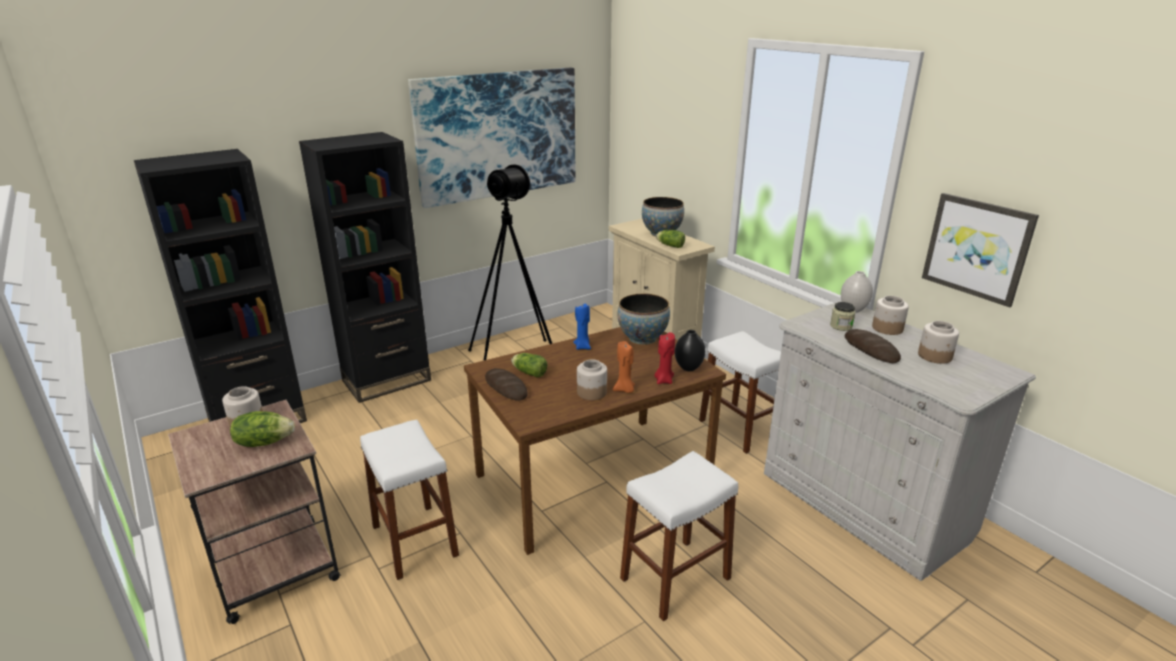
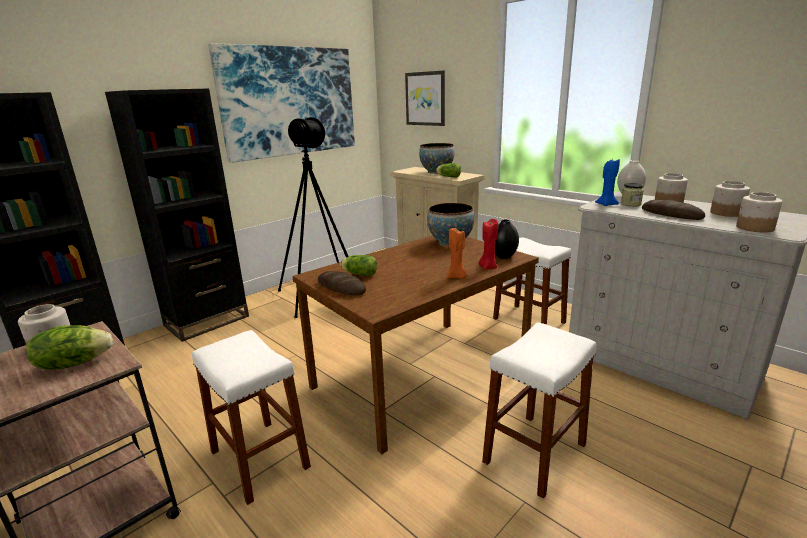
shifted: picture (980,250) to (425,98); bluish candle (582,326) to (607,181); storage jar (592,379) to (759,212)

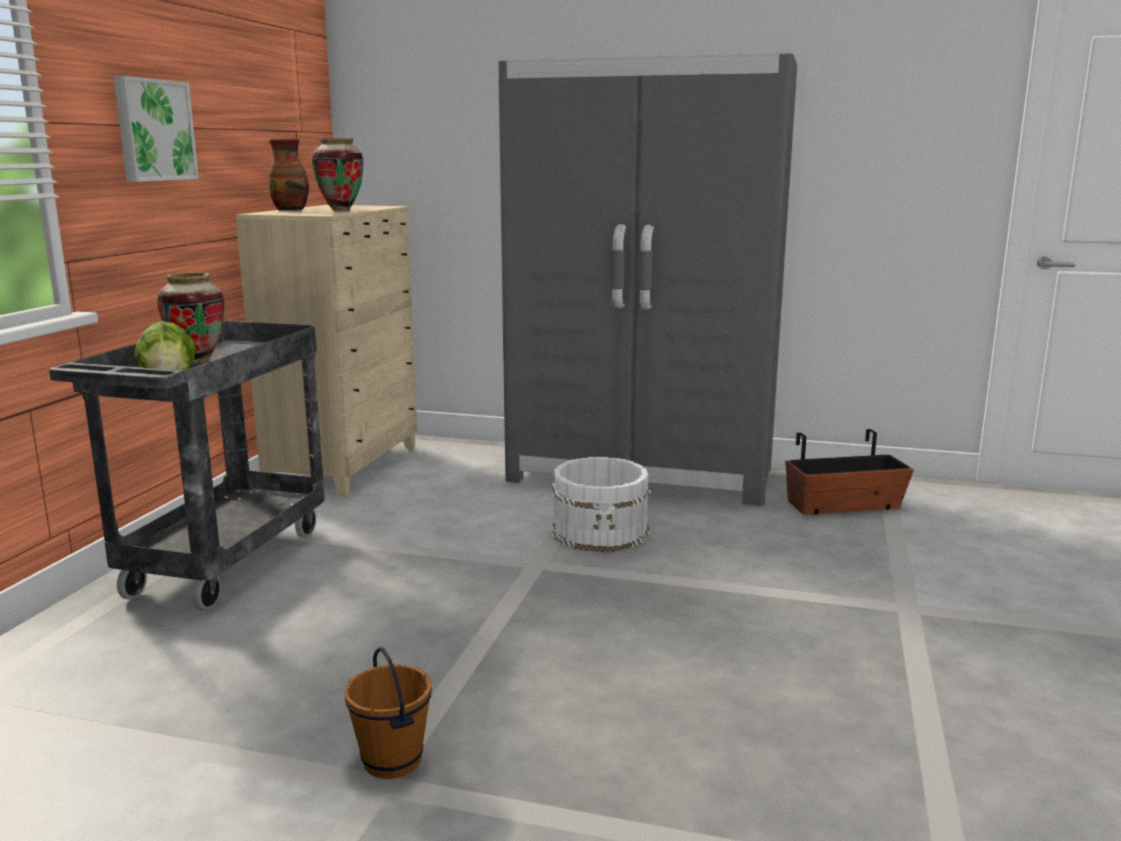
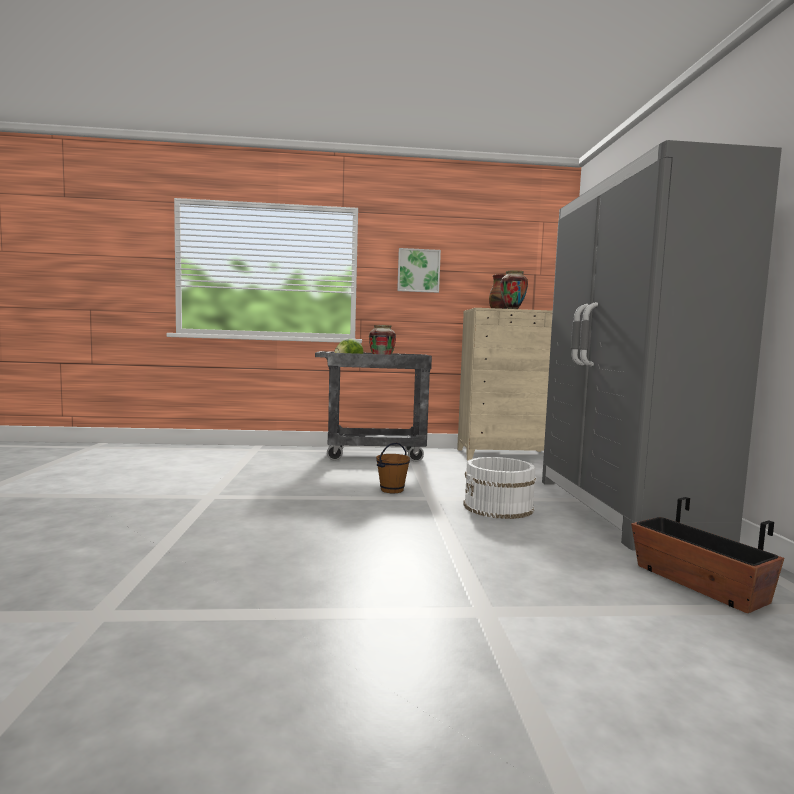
shifted: brown-coloured pail (388,713) to (393,467)

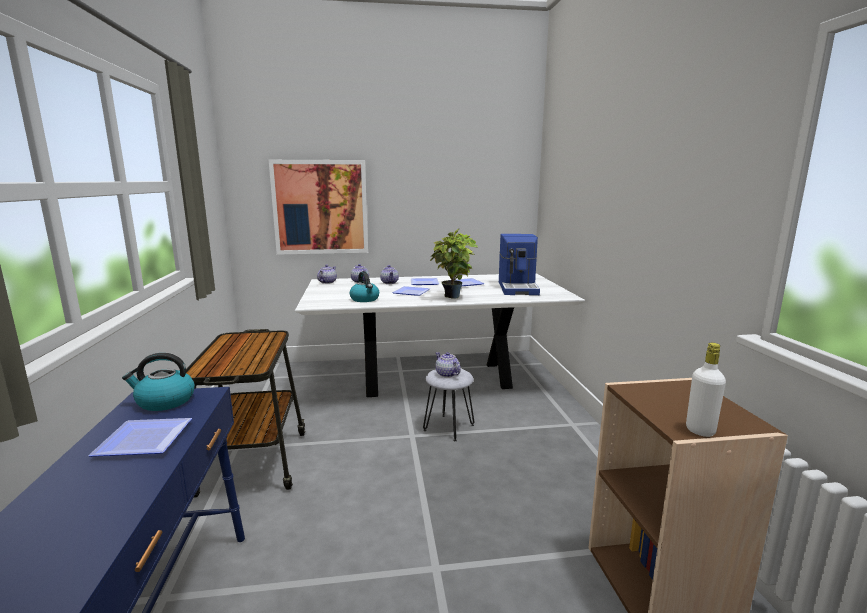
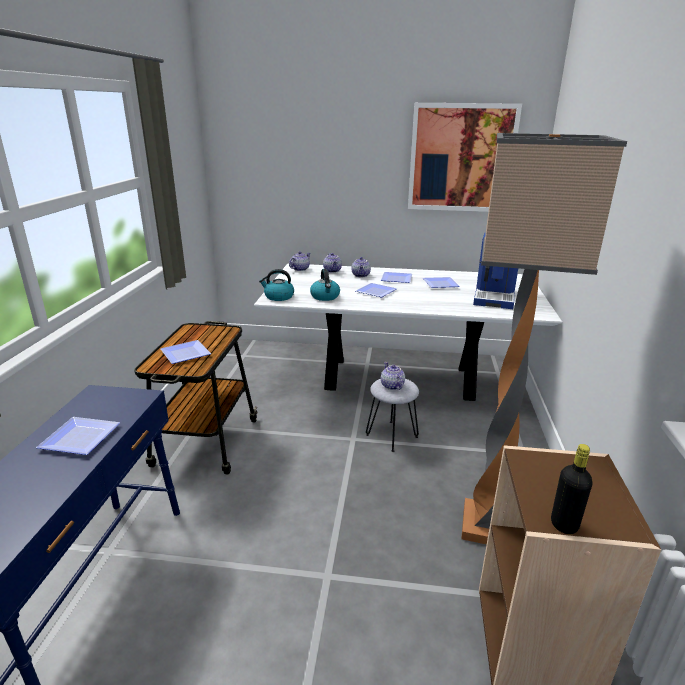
gone: houseplant (454,264)
new: flat dish (186,352); standing lamp (544,339)
shifted: water kettle (158,382) to (276,285); picture (318,207) to (465,157)
repainted: whitish drink bottle (706,390) to black drink bottle (572,489)

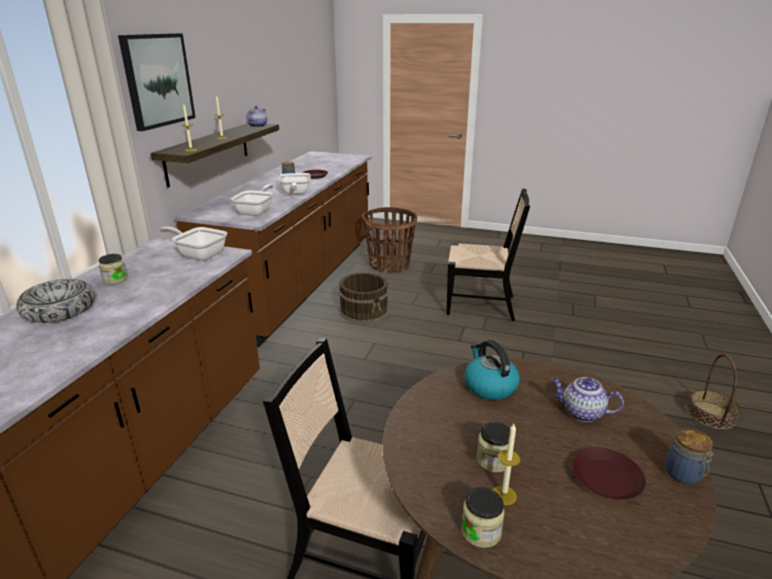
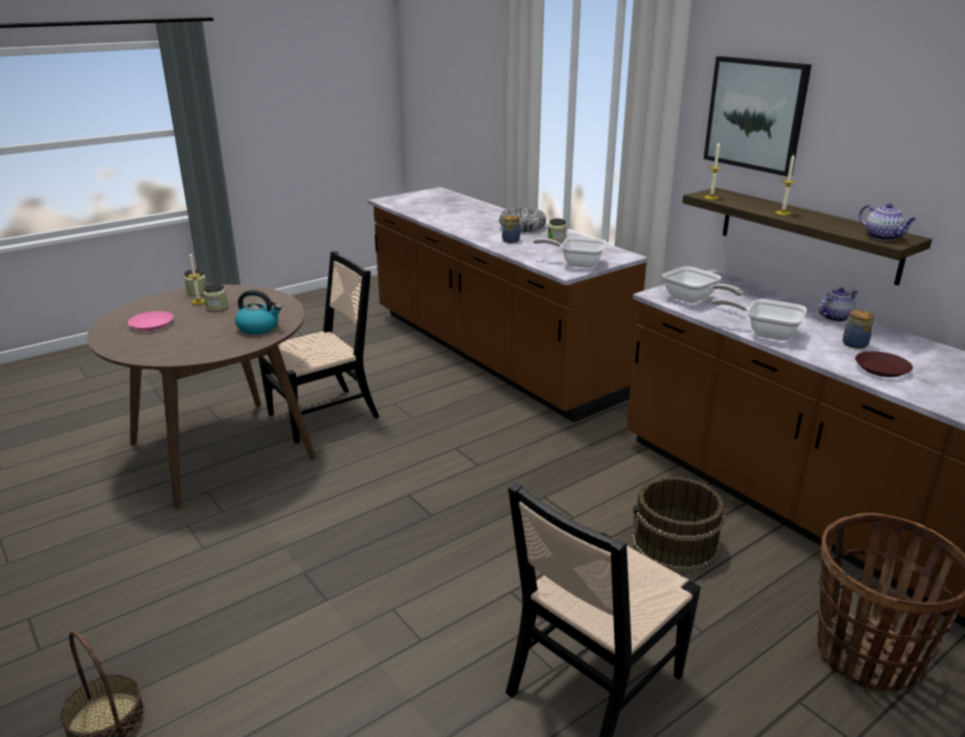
shifted: storage jar (689,456) to (510,229); pot for tea (588,399) to (838,305)
repainted: brown-coloured flat dish (609,473) to pink flat dish (150,321)
rotated: frying pan (193,244) = (569,252) 135 degrees counterclockwise

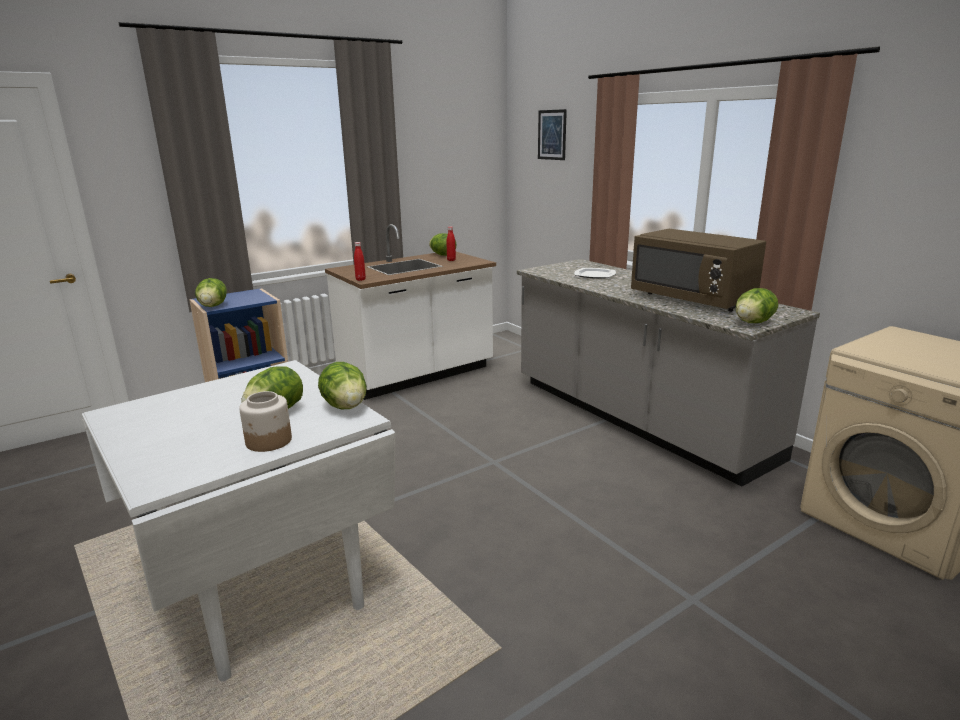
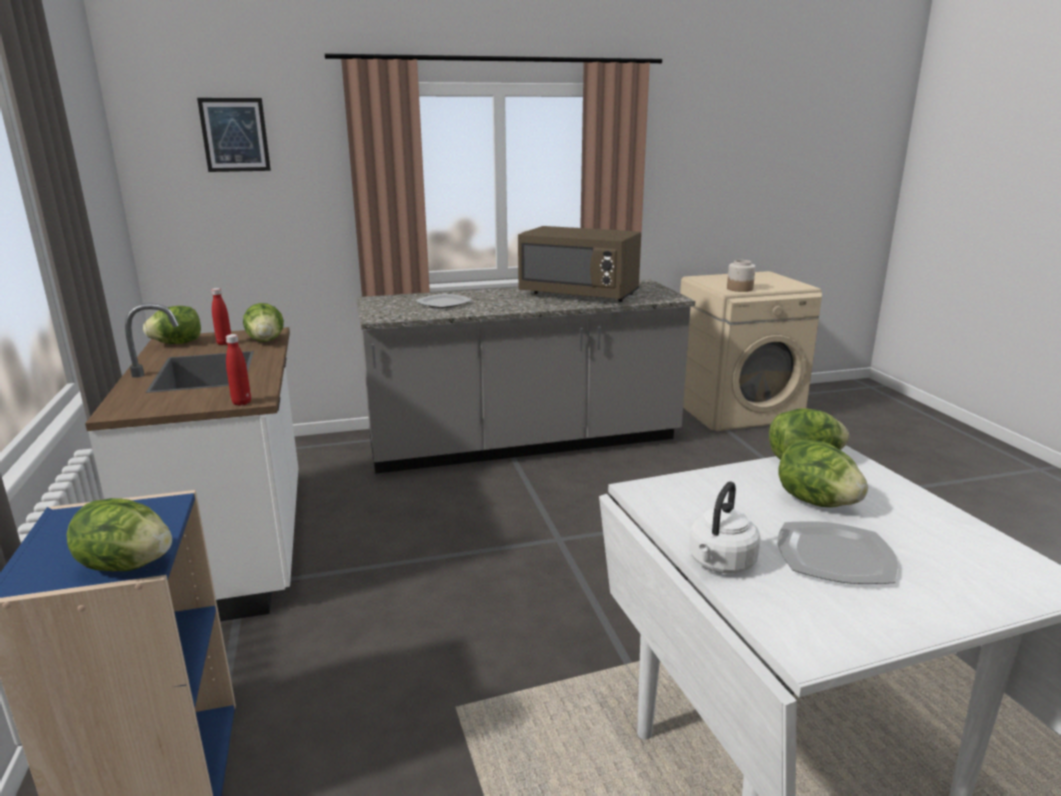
new: whitish water kettle (724,527); flat dish (837,552)
shifted: lettuce head (757,305) to (263,322); storage jar (265,421) to (741,276)
rotated: brown-coloured microwave oven (698,270) = (579,264) 45 degrees clockwise

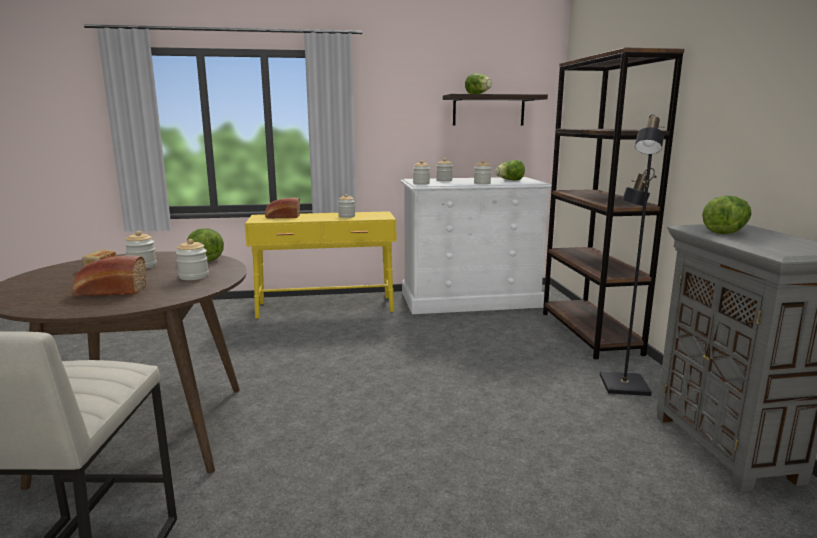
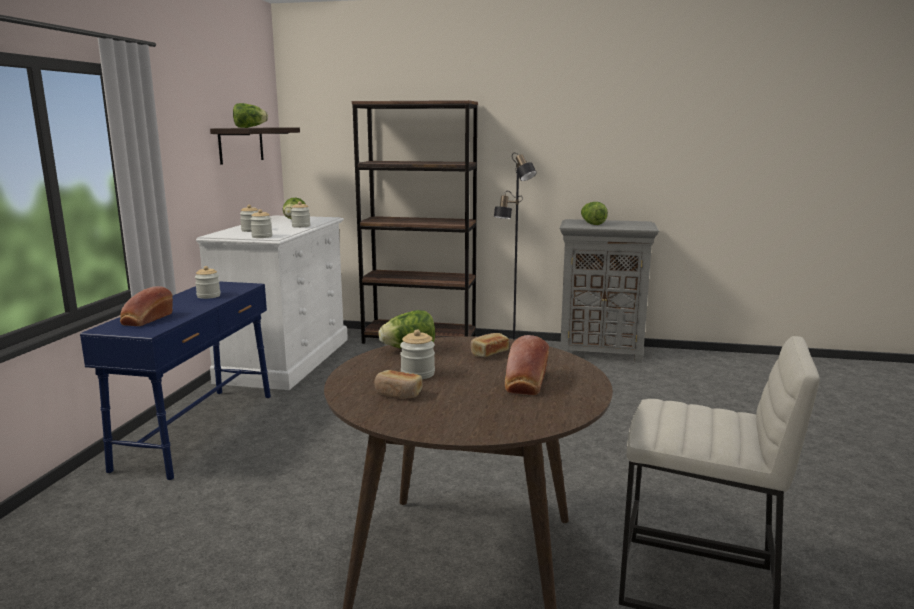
swapped: storage jar (192,259) to bread (490,345)
repainted: yellow console table (321,265) to bluish console table (175,380)

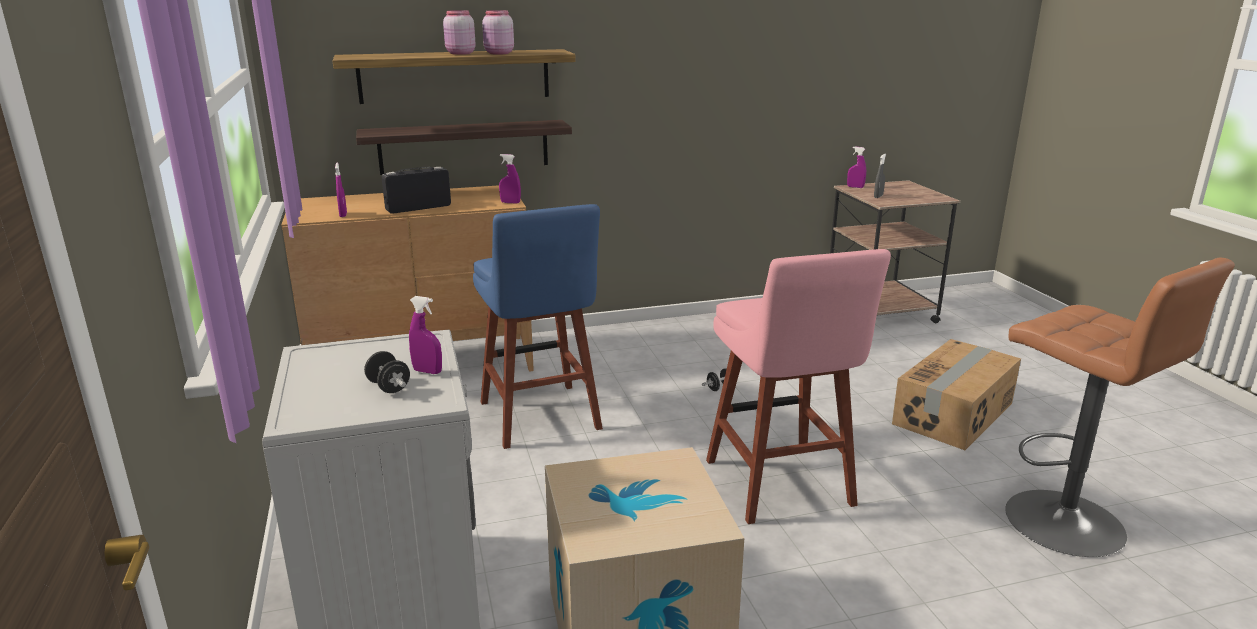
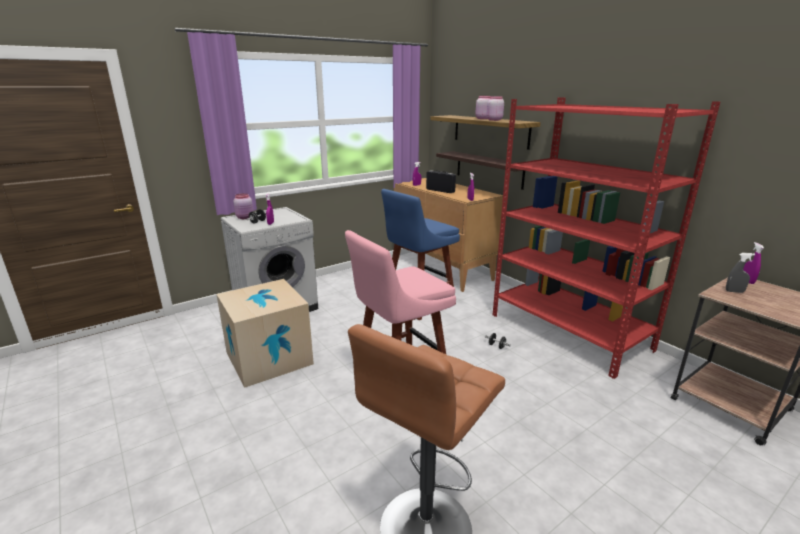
gone: cardboard box (956,394)
new: pink storage jar (243,206); reddish bookshelf (606,238)

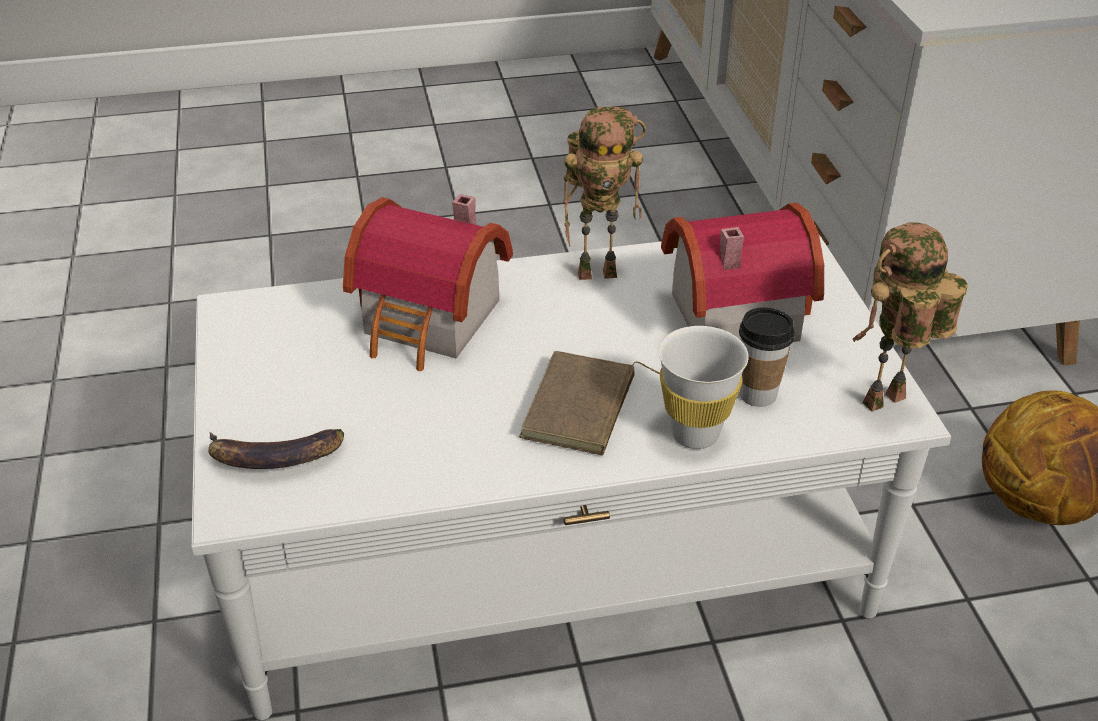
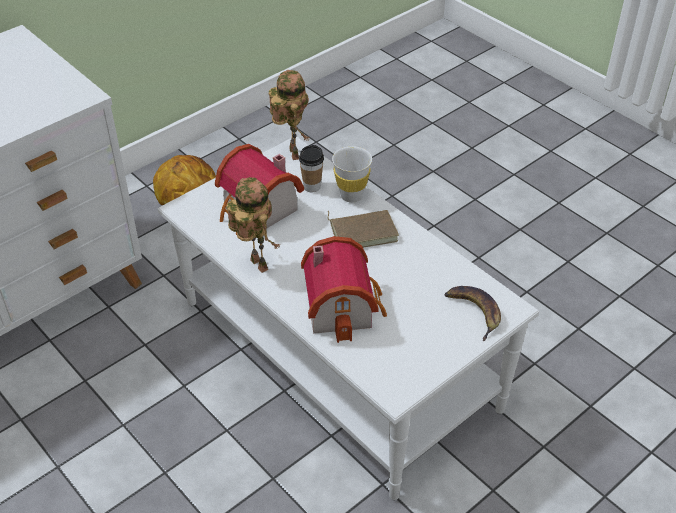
rotated: robot figure (910,317) = (289,115) 135 degrees counterclockwise

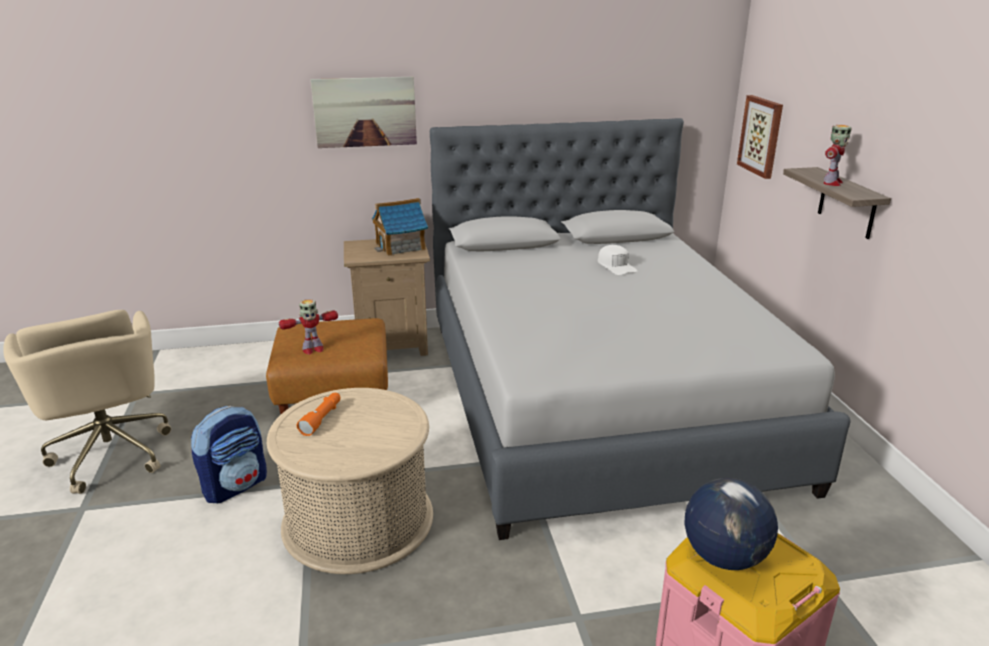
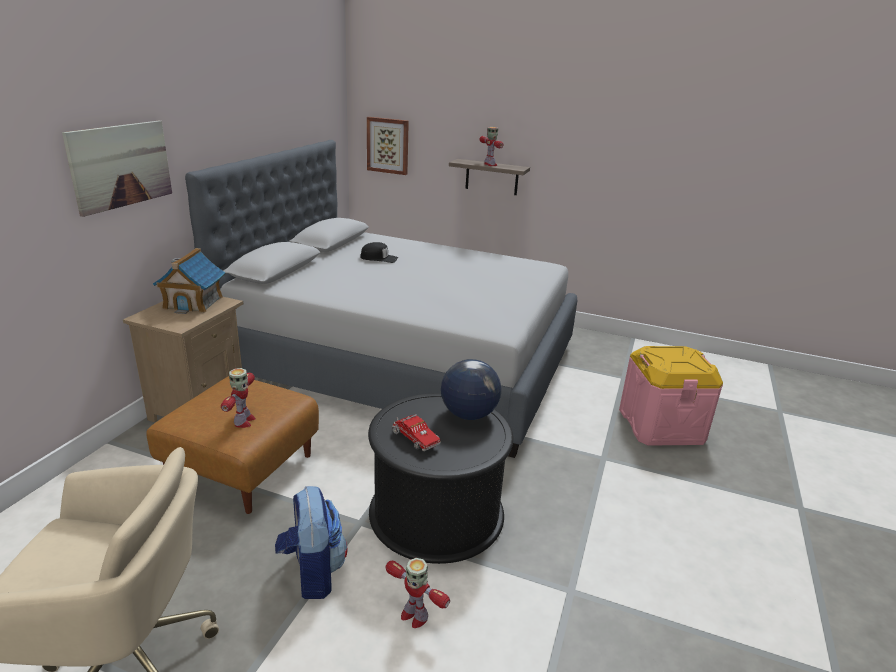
new: robot figure (417,593)
shifted: globe (731,524) to (471,389)
swapped: orangey torch (318,414) to toy lorry (416,432)
repainted: whitish peaked cap (617,260) to black peaked cap (379,252); sand-coloured lounge table (350,481) to black lounge table (440,478)

